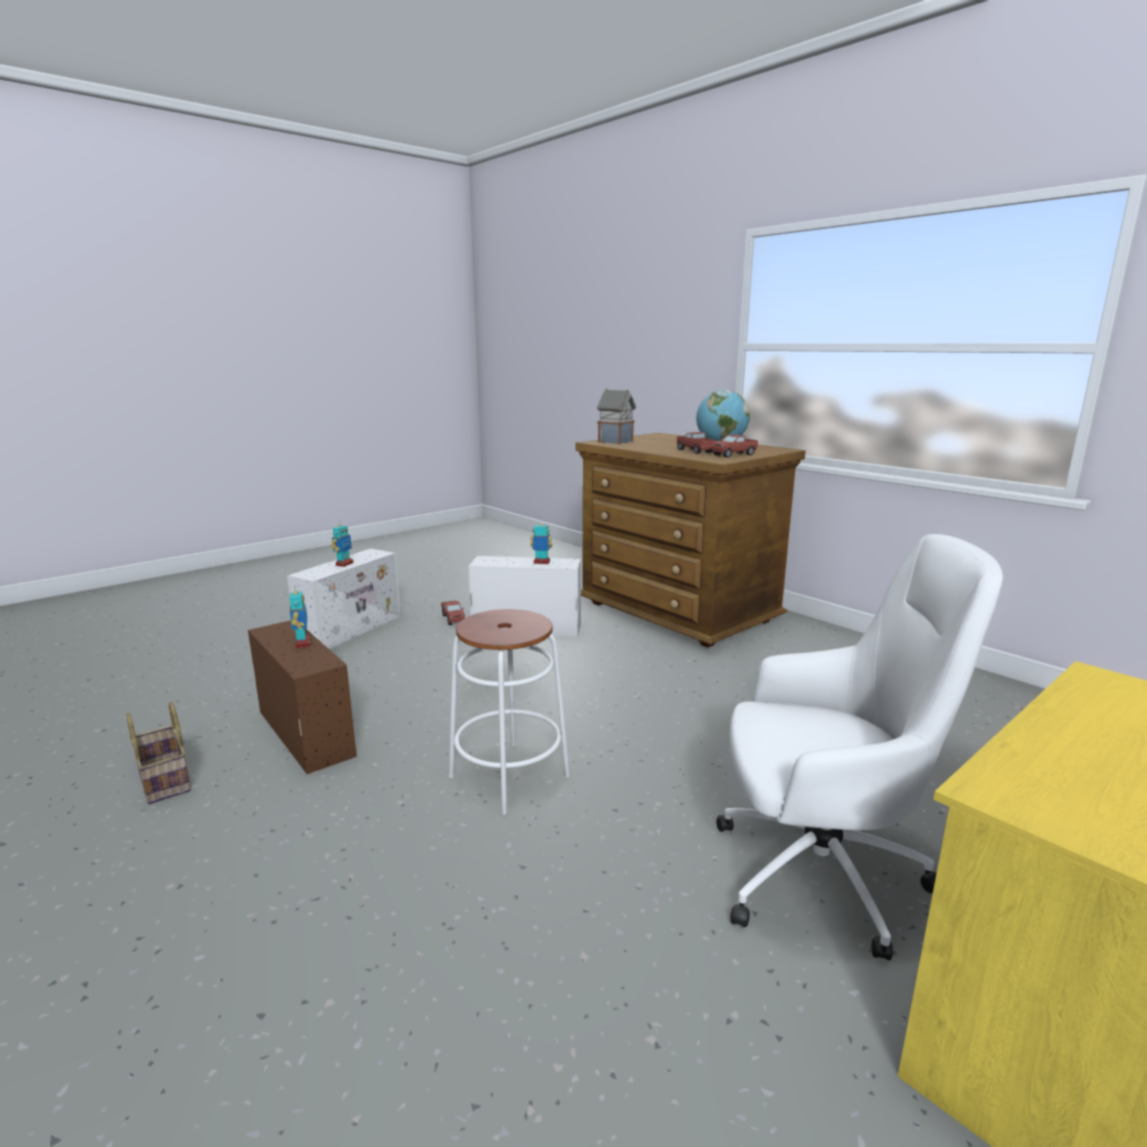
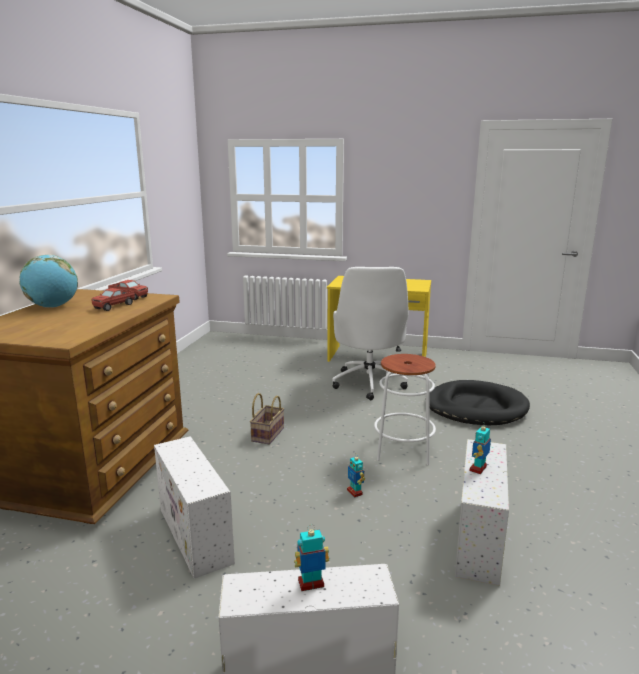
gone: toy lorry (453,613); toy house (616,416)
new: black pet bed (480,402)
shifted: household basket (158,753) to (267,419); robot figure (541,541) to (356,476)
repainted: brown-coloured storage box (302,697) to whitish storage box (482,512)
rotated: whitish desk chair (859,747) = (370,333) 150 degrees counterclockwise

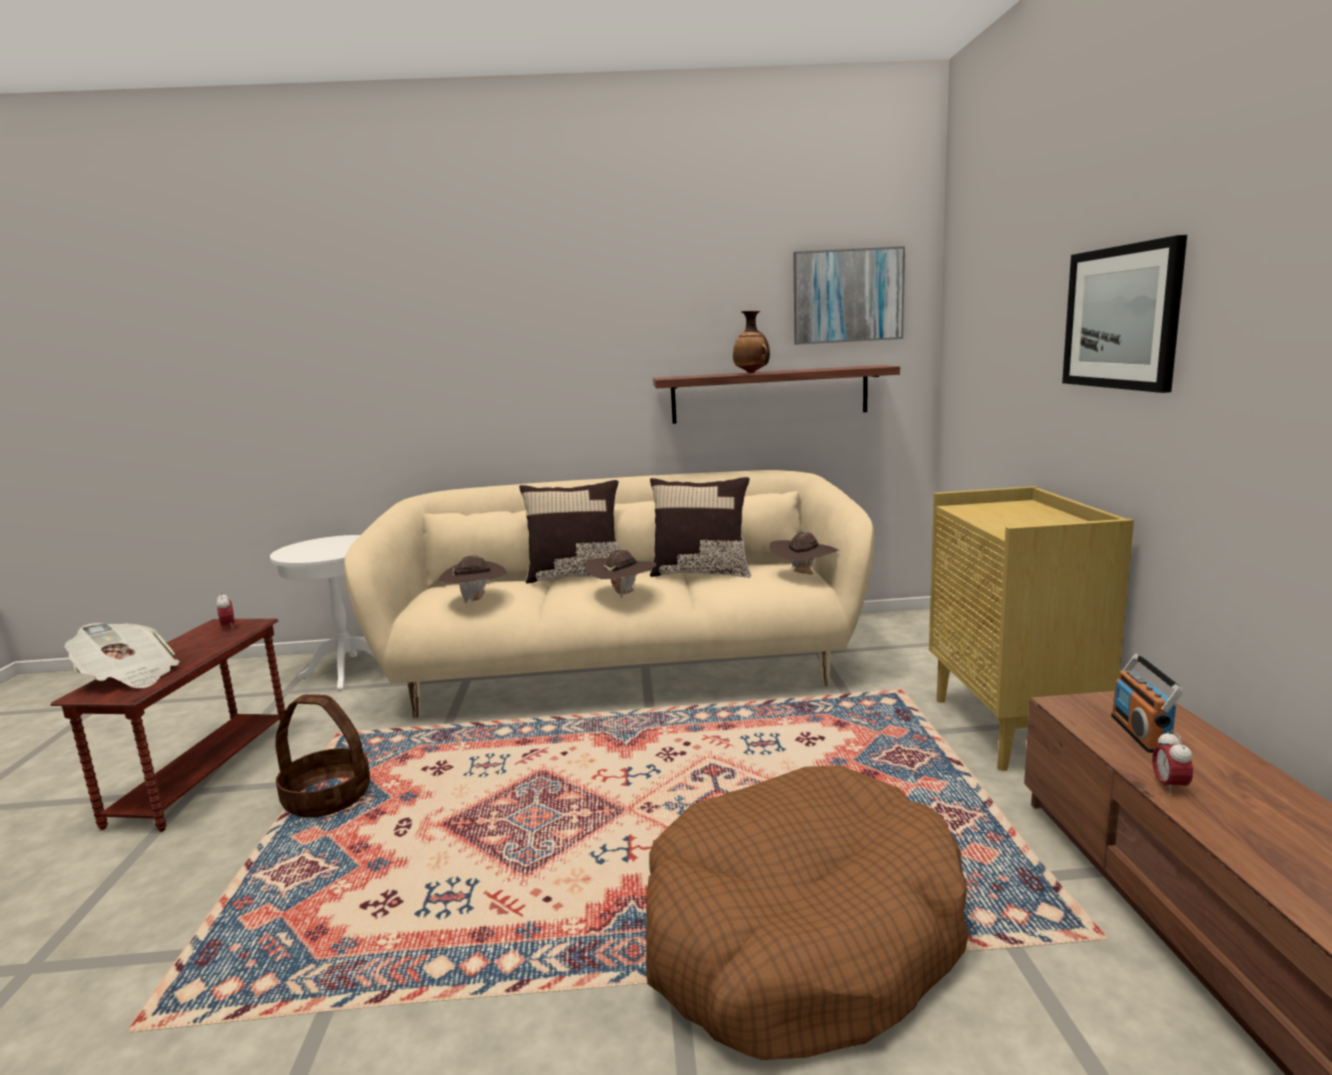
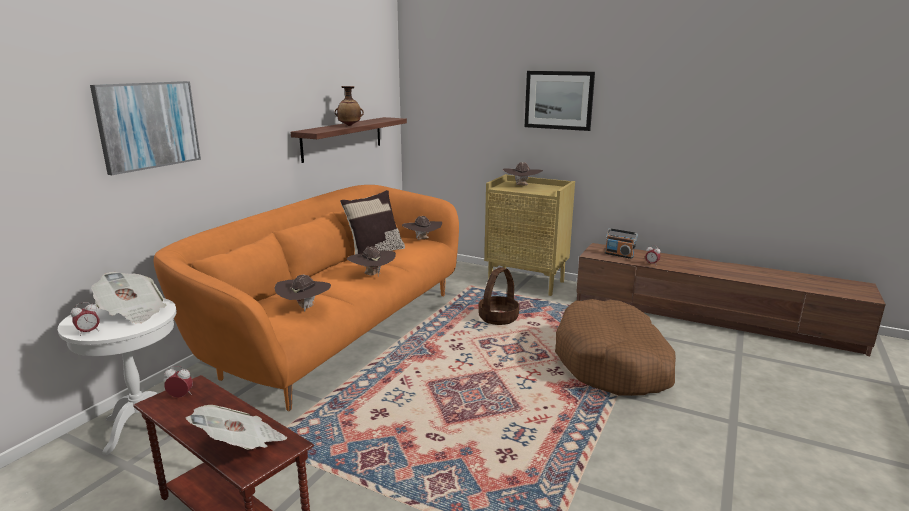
gone: pillow (569,531)
new: table clock (85,319); daily paper (128,297); brown-coloured clothing hat (523,174)
shifted: picture (849,295) to (145,128); household basket (322,756) to (498,296)
repainted: sand-coloured couch (609,594) to orangey couch (306,298)

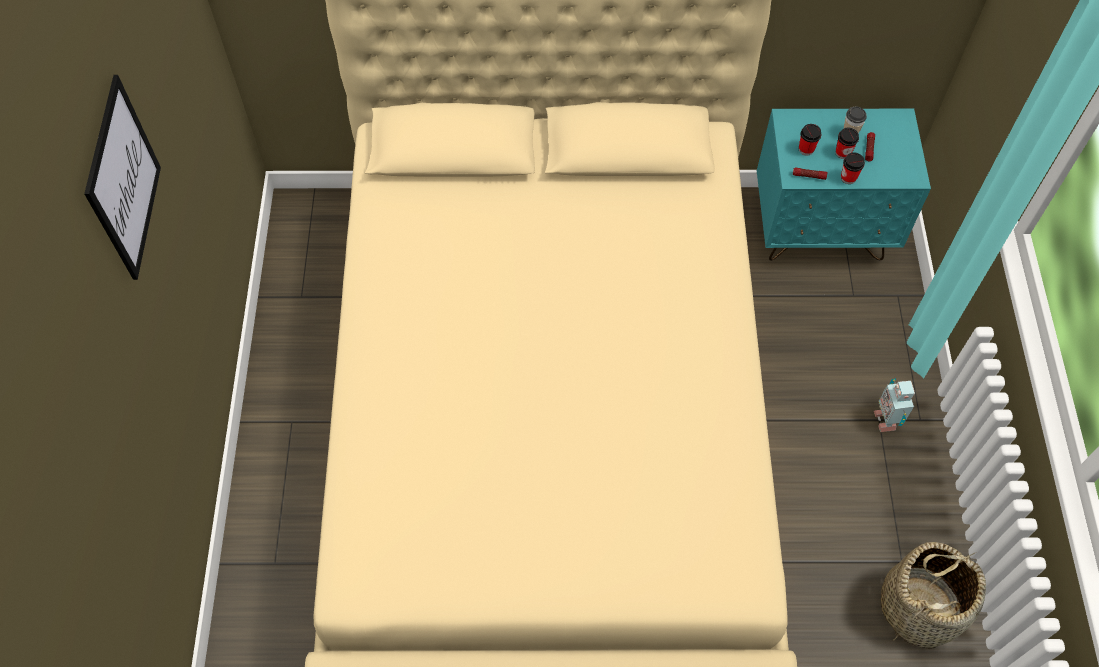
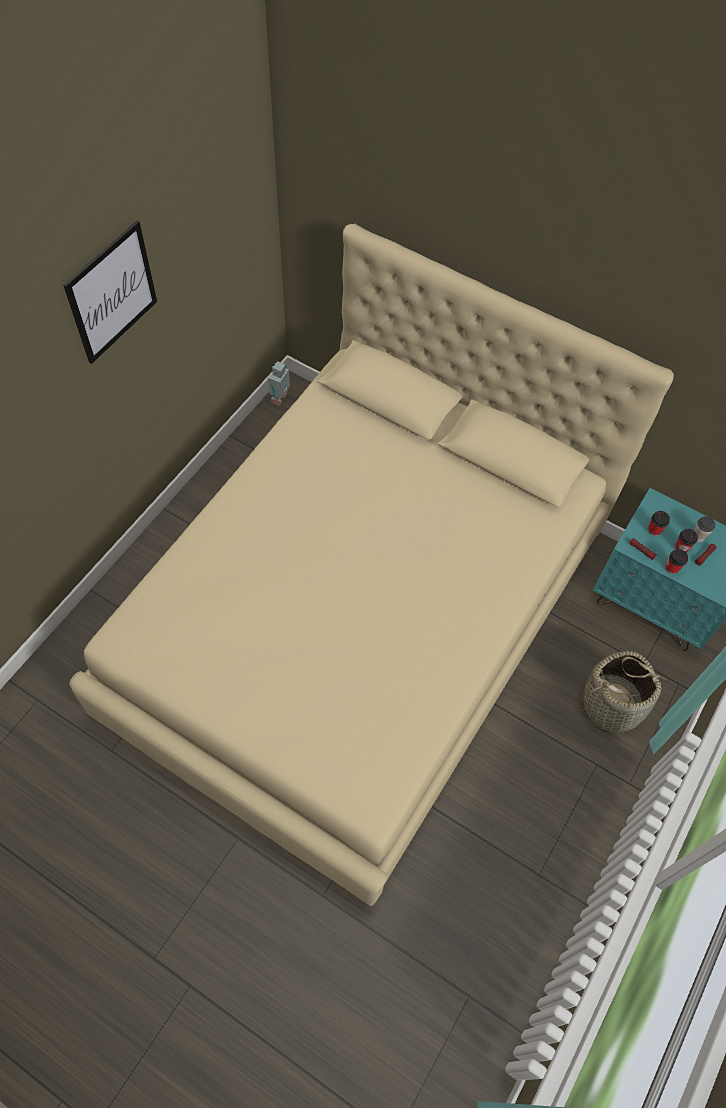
shifted: robot figure (894,405) to (279,383); household basket (933,595) to (623,692)

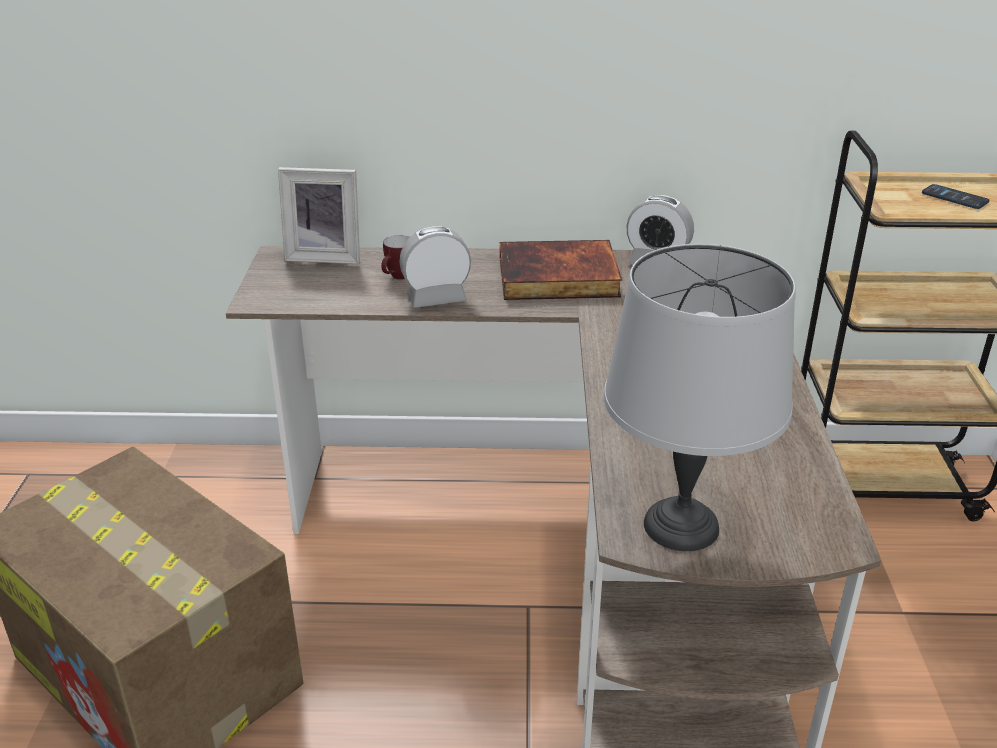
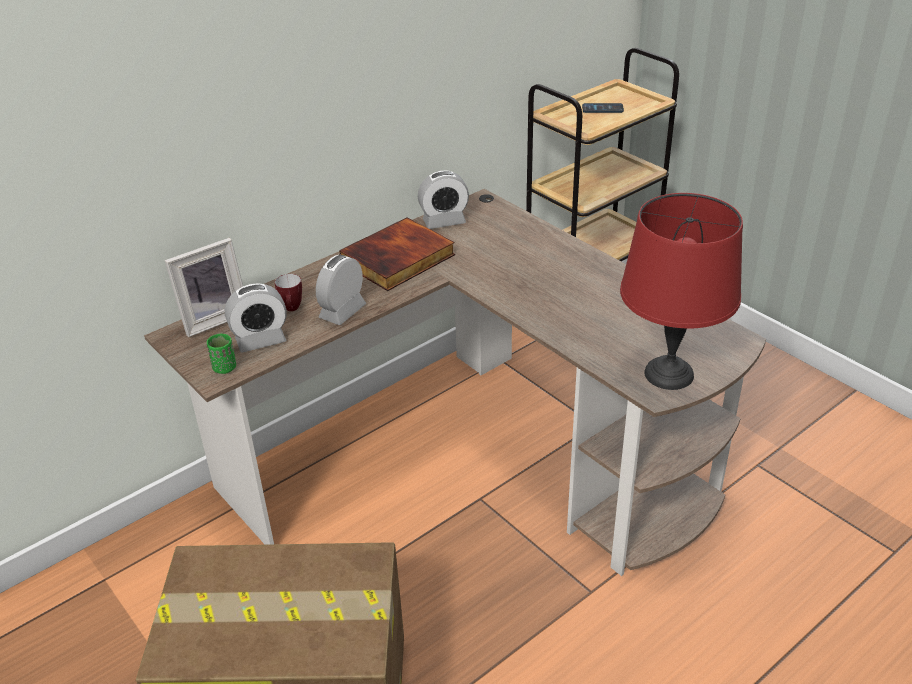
new: greenish cup (221,354); table clock (256,318)
repainted: gray table lamp (700,397) to reddish table lamp (681,291)

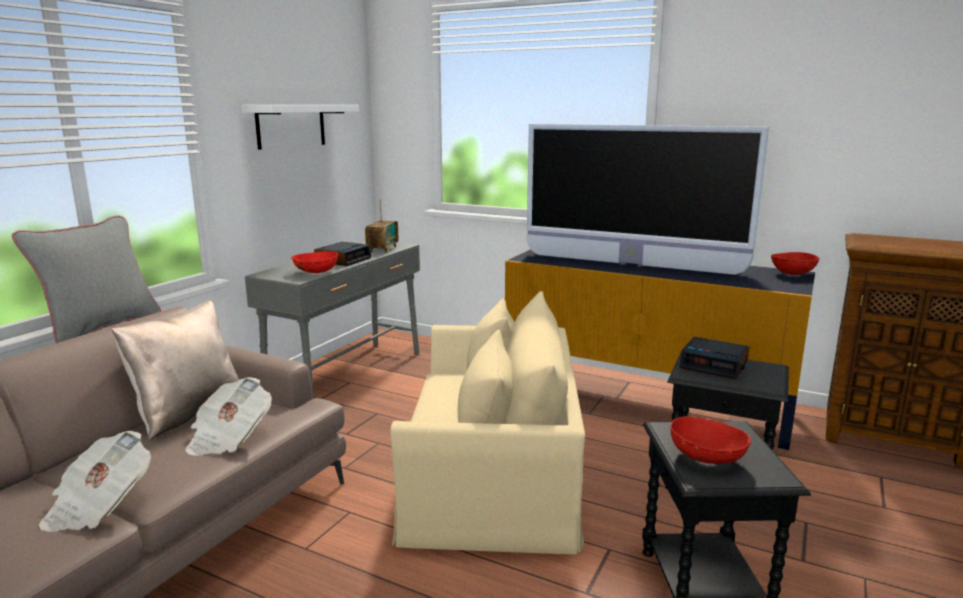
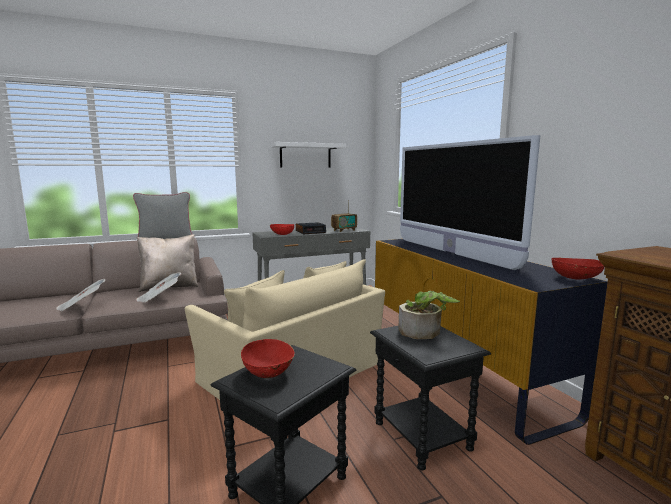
swapped: table clock (714,358) to houseplant (429,315)

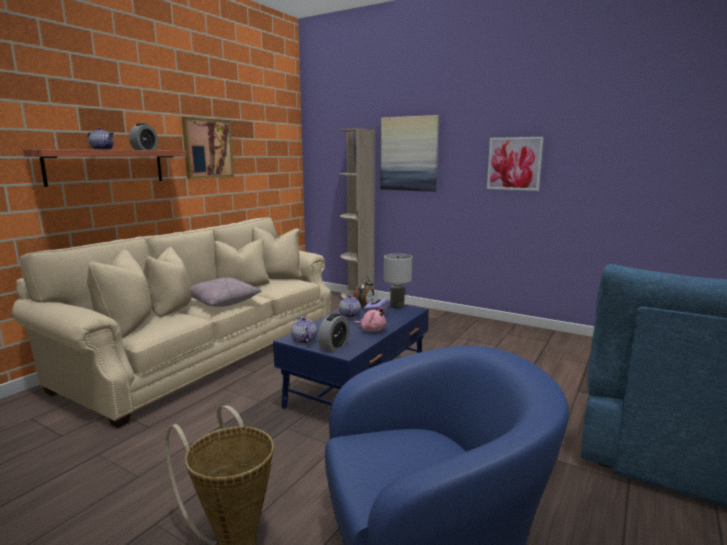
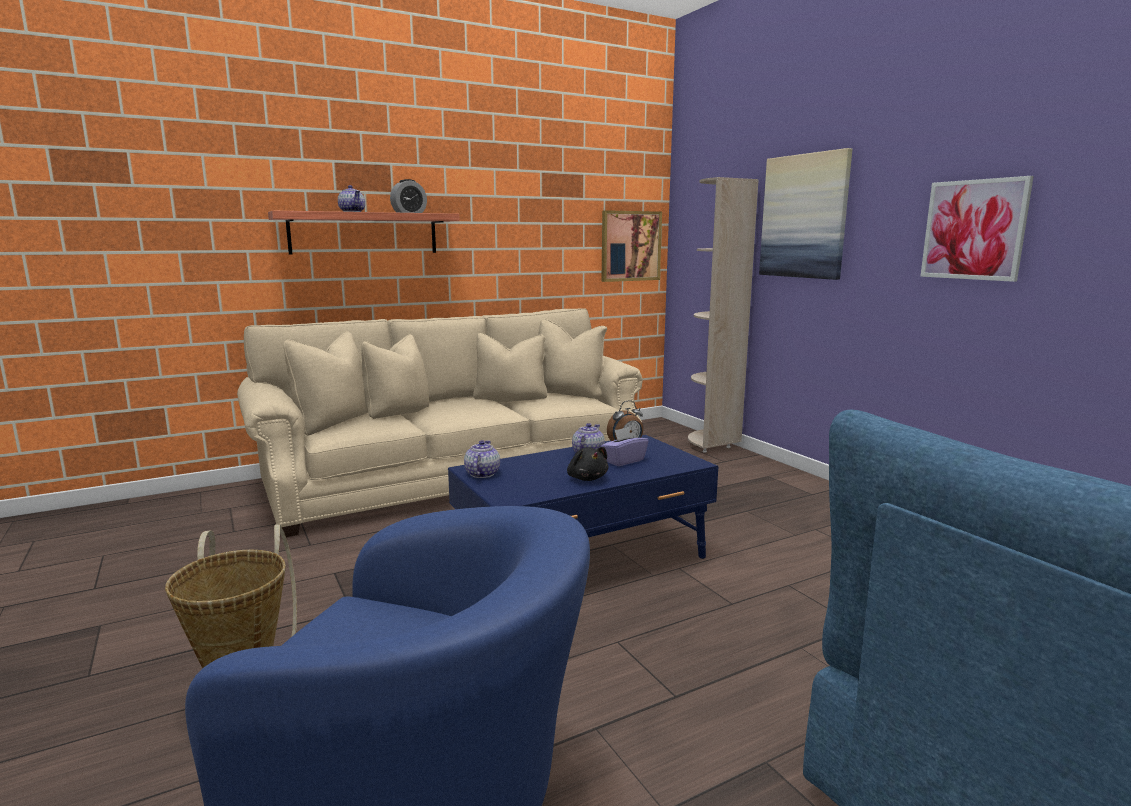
gone: purplish pillow (226,292); table clock (333,332); whitish table lamp (398,281)
shifted: picture (208,148) to (631,246)
repainted: pink soft toy (369,320) to black soft toy (587,464)

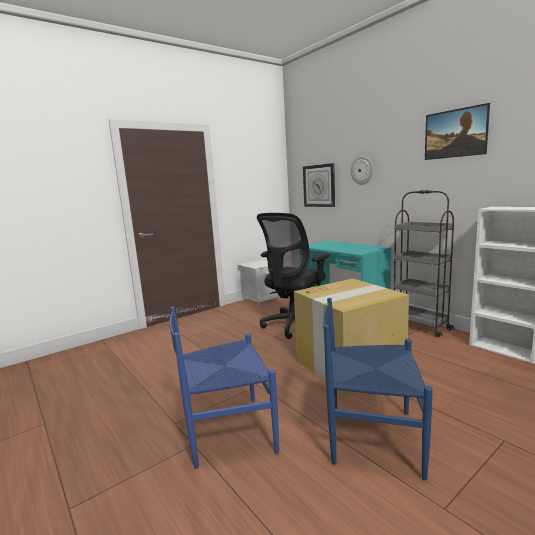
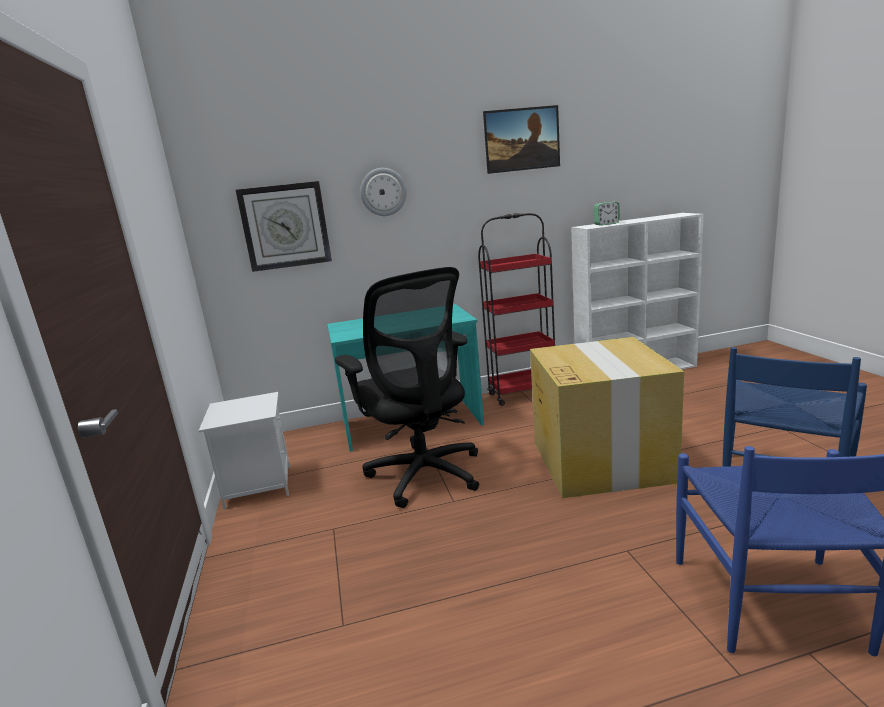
new: table clock (607,214)
repainted: gray cart (424,263) to reddish cart (516,309)

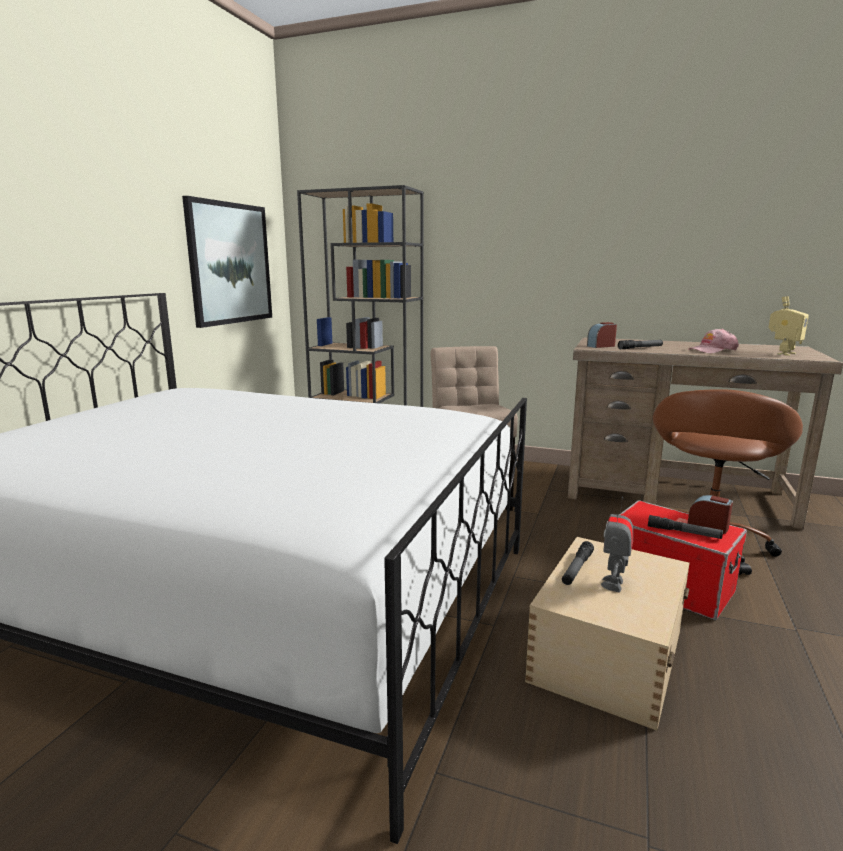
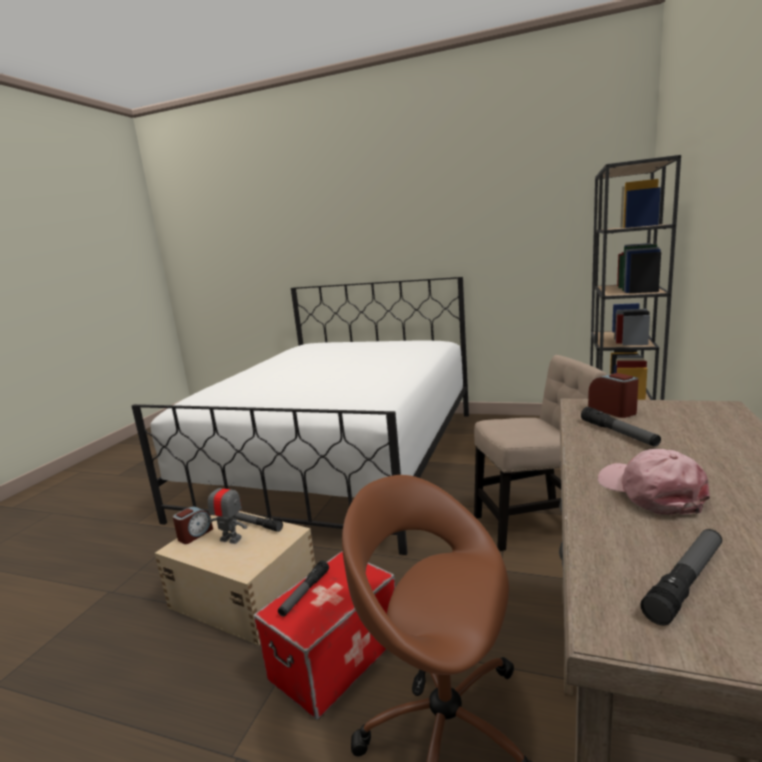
gone: picture (227,262)
shifted: table clock (710,514) to (193,525)
swapped: robot figure (788,326) to torch (681,577)

